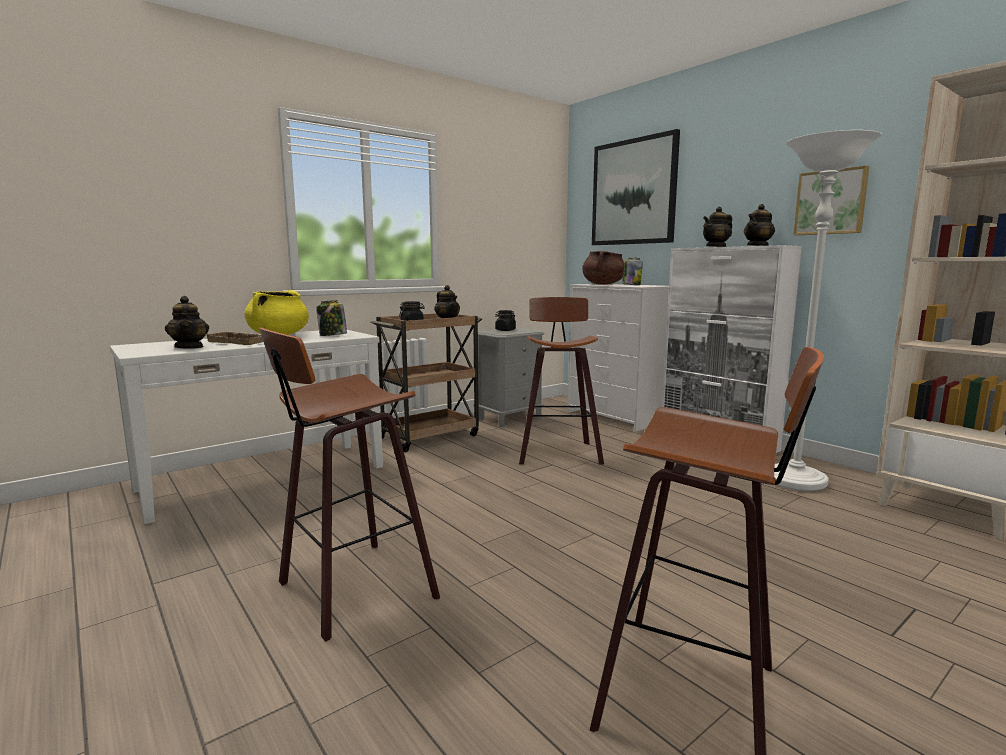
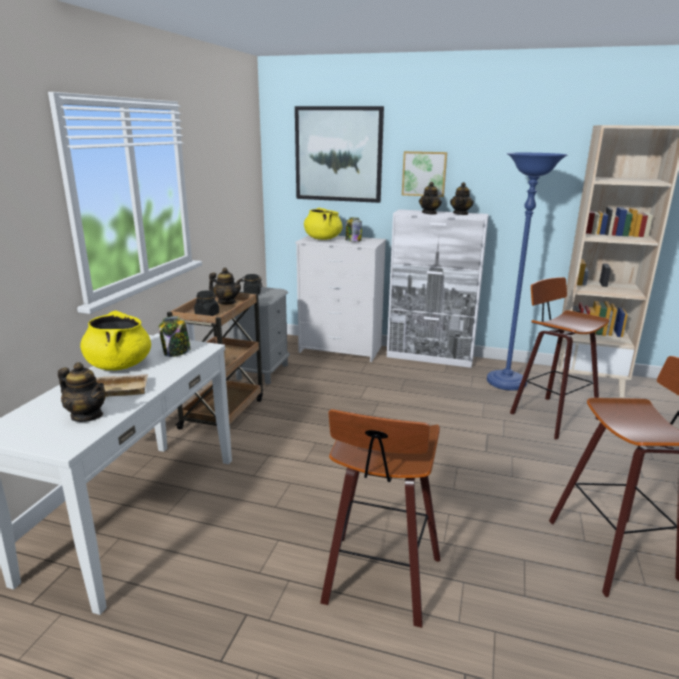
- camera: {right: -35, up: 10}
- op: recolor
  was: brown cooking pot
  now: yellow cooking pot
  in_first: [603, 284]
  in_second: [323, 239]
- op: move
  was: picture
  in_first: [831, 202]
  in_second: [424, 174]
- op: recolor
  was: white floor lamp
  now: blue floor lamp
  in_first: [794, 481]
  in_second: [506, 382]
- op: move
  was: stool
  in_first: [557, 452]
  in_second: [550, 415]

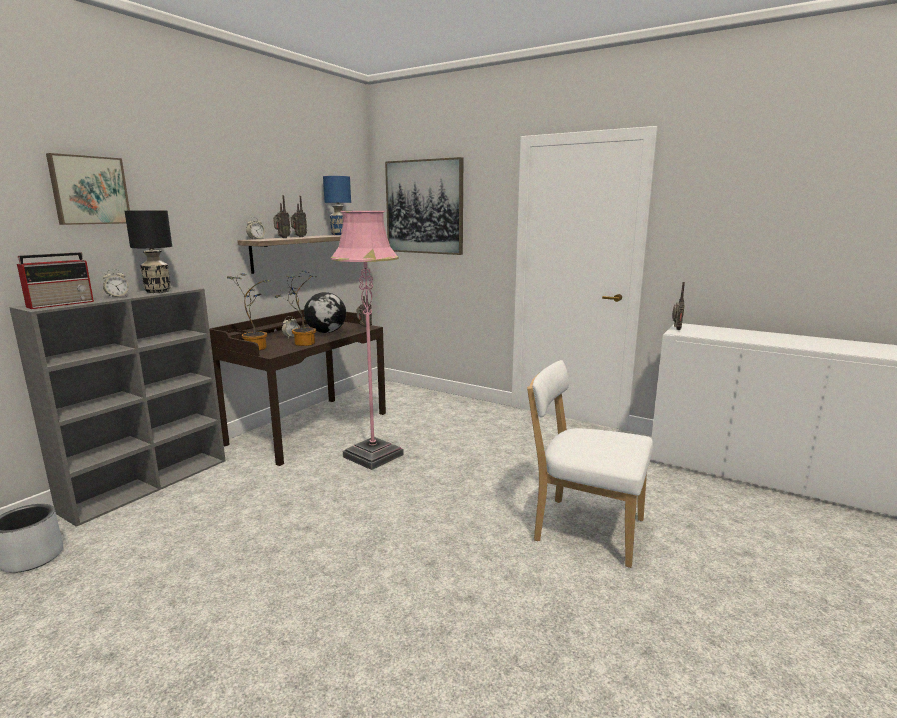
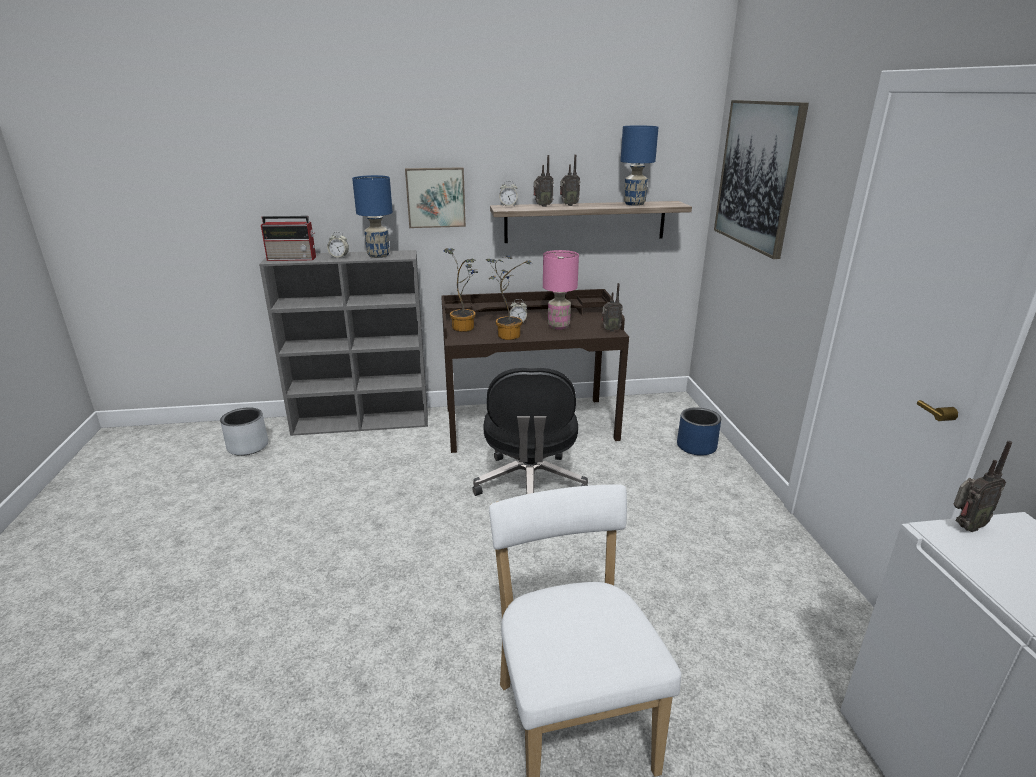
- camera: {right: 50, up: 10}
- op: recolor
  was: black table lamp
  now: blue table lamp
  in_first: [157, 291]
  in_second: [378, 255]
- op: move
  was: picture
  in_first: [89, 190]
  in_second: [435, 197]
- op: replace
  was: pink floor lamp
  now: black office chair
  in_first: [373, 456]
  in_second: [530, 485]
- op: replace
  was: globe
  now: pink table lamp
  in_first: [327, 332]
  in_second: [559, 326]
- op: insert
  now: blue planter
  in_second: [696, 446]

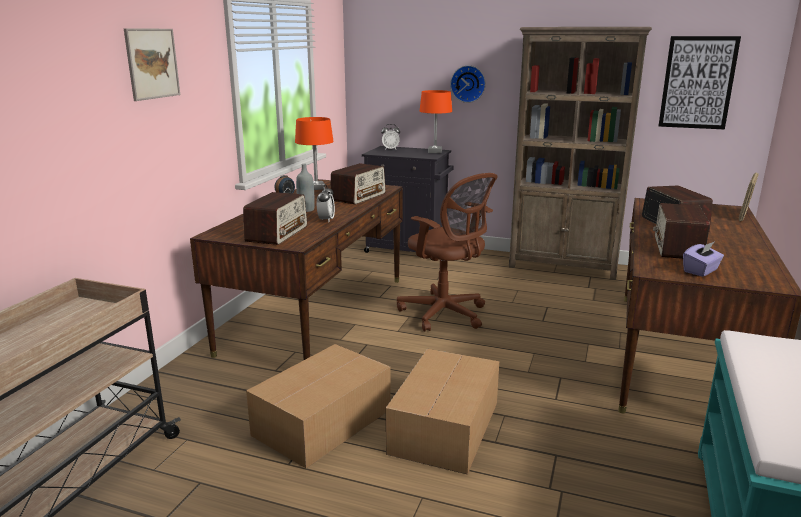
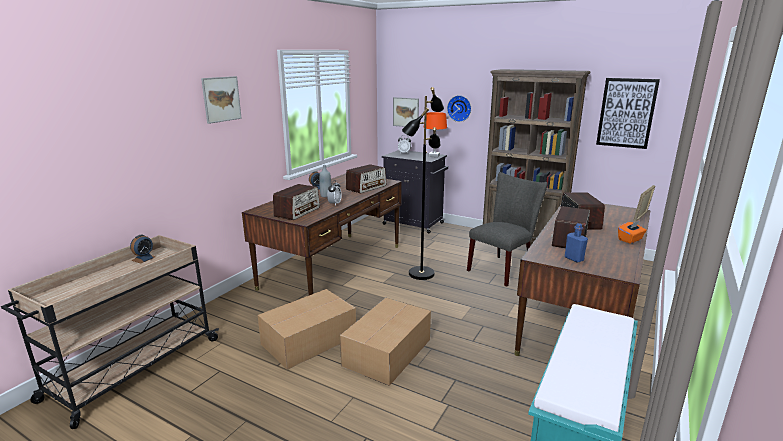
- camera: {right: 10, up: 0}
- op: insert
  now: alarm clock
  in_second: [144, 258]
- op: insert
  now: picture
  in_second: [406, 112]
- op: replace
  was: brown office chair
  now: black floor lamp
  in_first: [445, 314]
  in_second: [421, 273]
- op: insert
  now: grey chair
  in_second: [503, 268]
- op: replace
  was: purple tissue box
  now: blue bottle
  in_first: [701, 271]
  in_second: [574, 259]
- op: insert
  now: orange tissue box
  in_second: [630, 239]
- op: delete
  was: orange table lamp
  in_first: [316, 188]

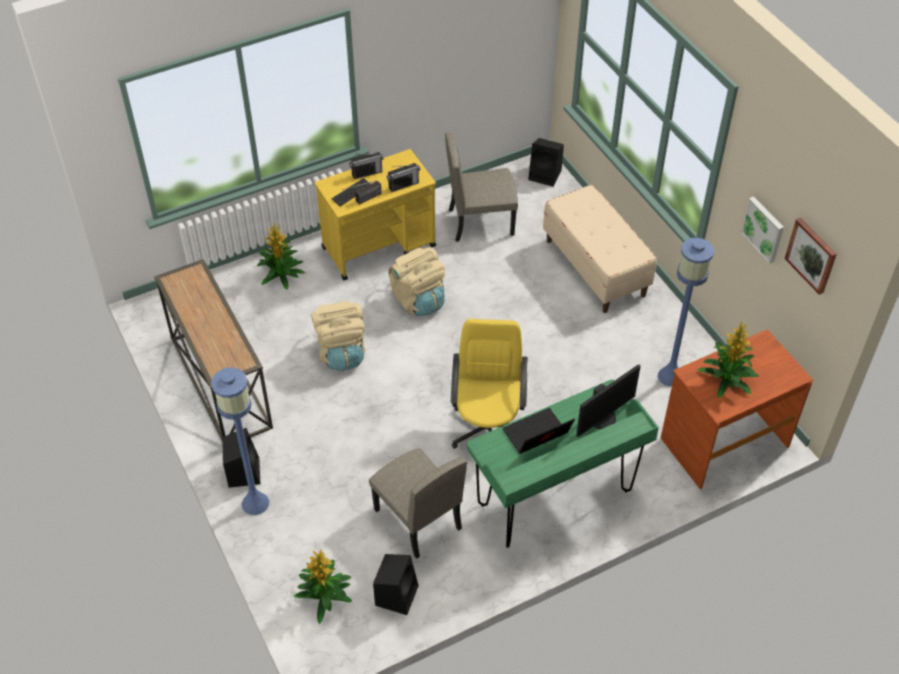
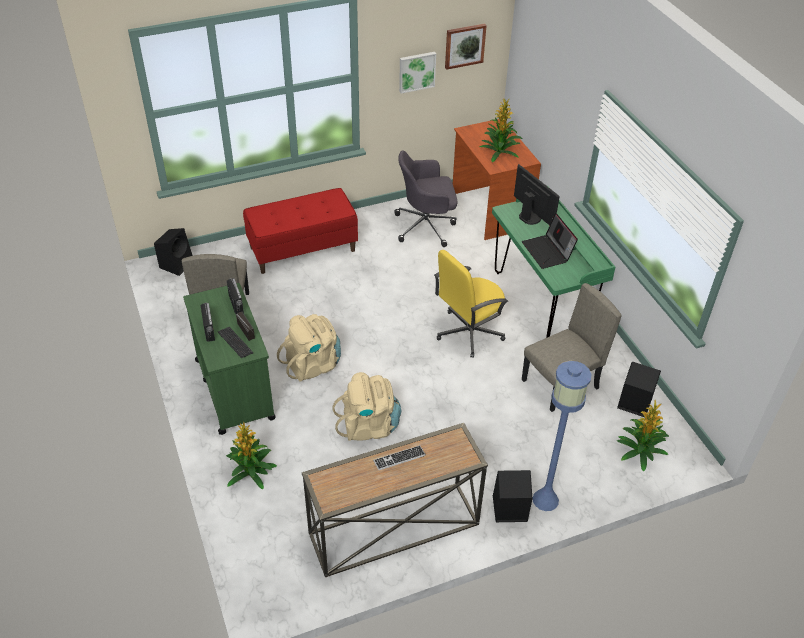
- camera: {right: -85, up: -5}
- op: recolor
  was: yellow cart
  now: green cart
  in_first: [379, 247]
  in_second: [234, 388]
- op: recolor
  was: beige bench
  now: red bench
  in_first: [595, 268]
  in_second: [302, 249]
- op: insert
  now: keyboard
  in_second: [399, 458]
- op: replace
  was: blue floor lamp
  now: grey office chair
  in_first: [670, 376]
  in_second: [426, 226]
- op: rotate
  was: yellow office chair
  in_first: [488, 428]
  in_second: [468, 332]
  clockwise: -45

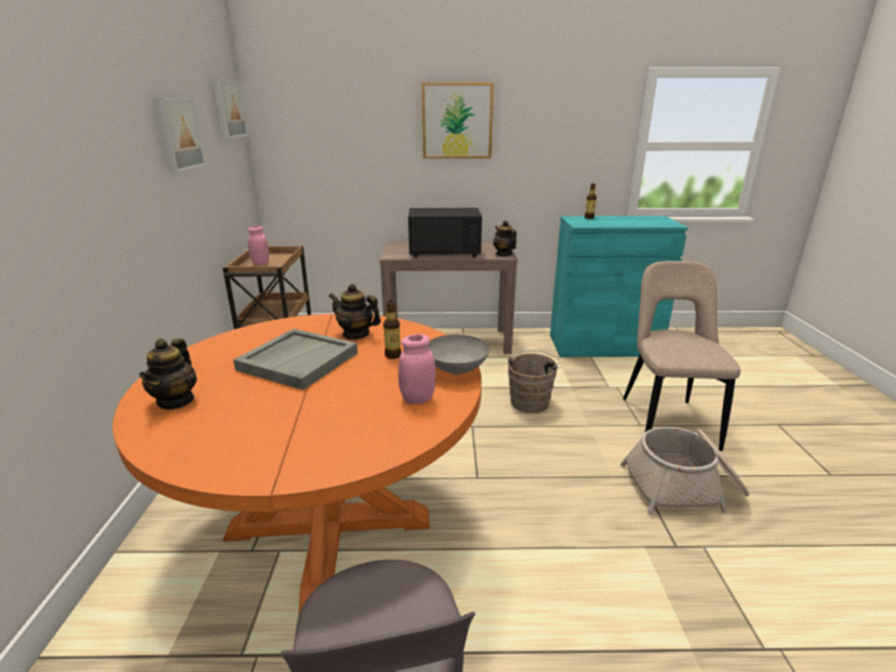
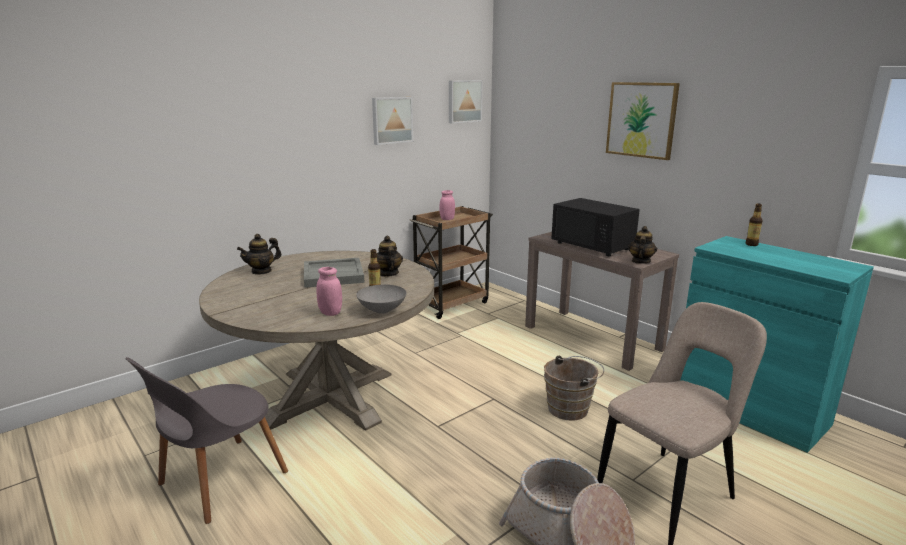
- camera: {right: 50, up: -5}
- op: recolor
  was: orange dining table
  now: beige dining table
  in_first: [329, 525]
  in_second: [330, 397]

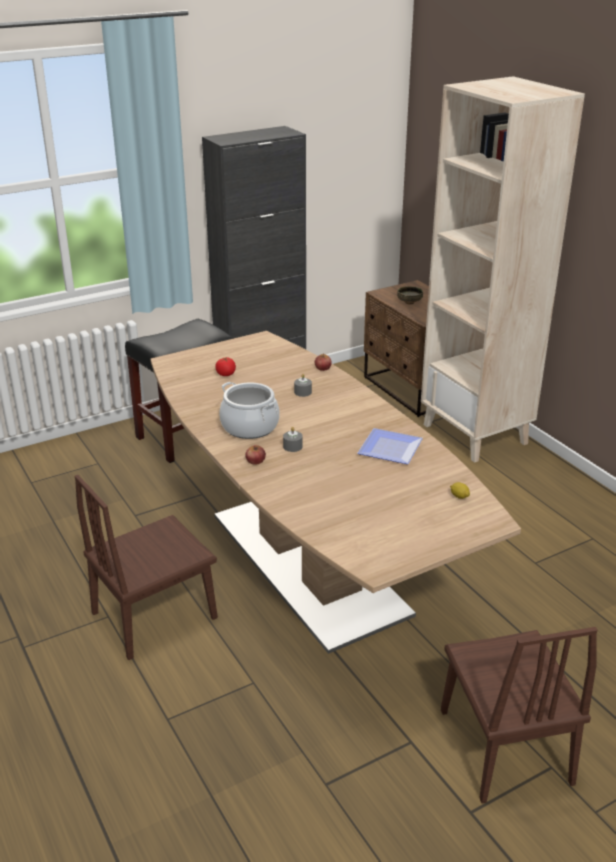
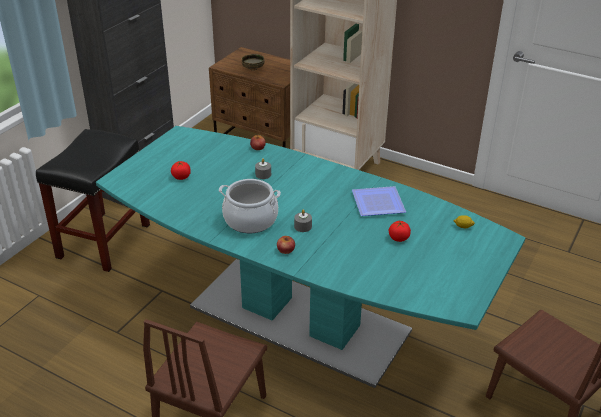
- camera: {right: -30, up: 5}
- op: recolor
  was: brown dining table
  now: turquoise dining table
  in_first: [308, 564]
  in_second: [300, 319]
- op: insert
  now: tomato
  in_second: [399, 238]

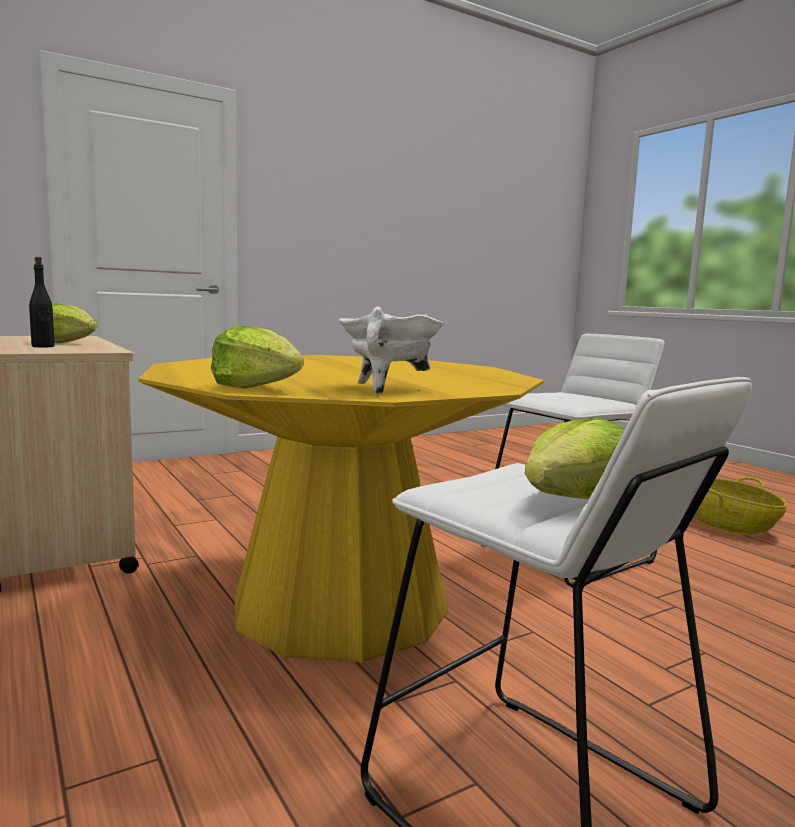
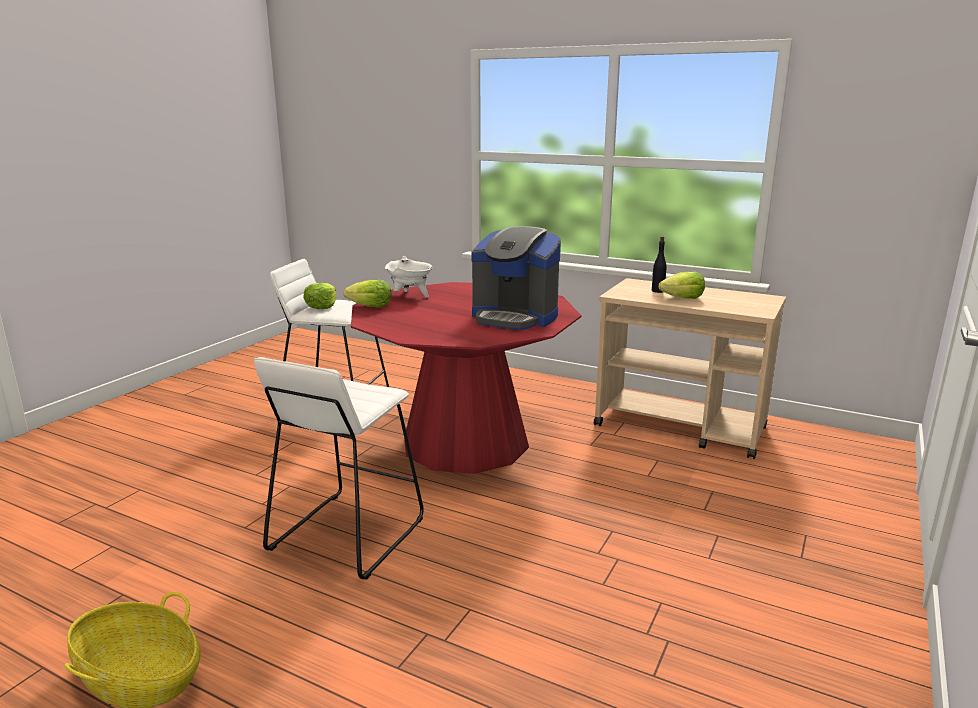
- camera: {right: 150, up: 10}
- op: move
  was: lettuce
  in_first: [256, 387]
  in_second: [370, 306]
- op: recolor
  was: yellow dining table
  now: red dining table
  in_first: [340, 604]
  in_second: [466, 442]
- op: insert
  now: coffee machine
  in_second: [515, 317]

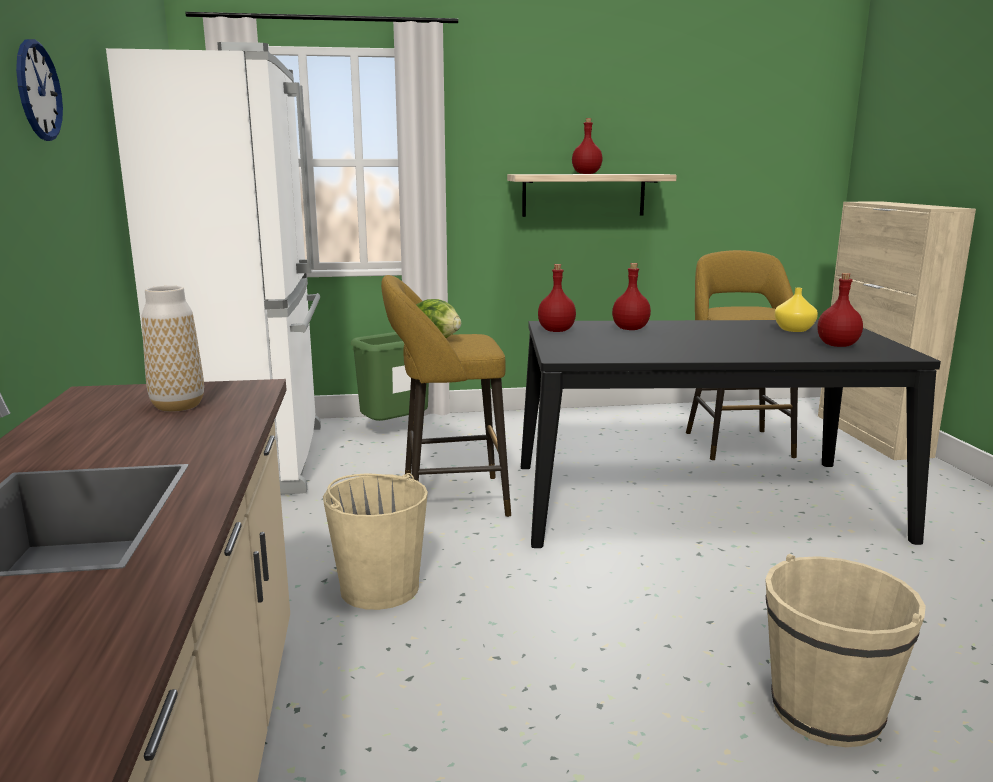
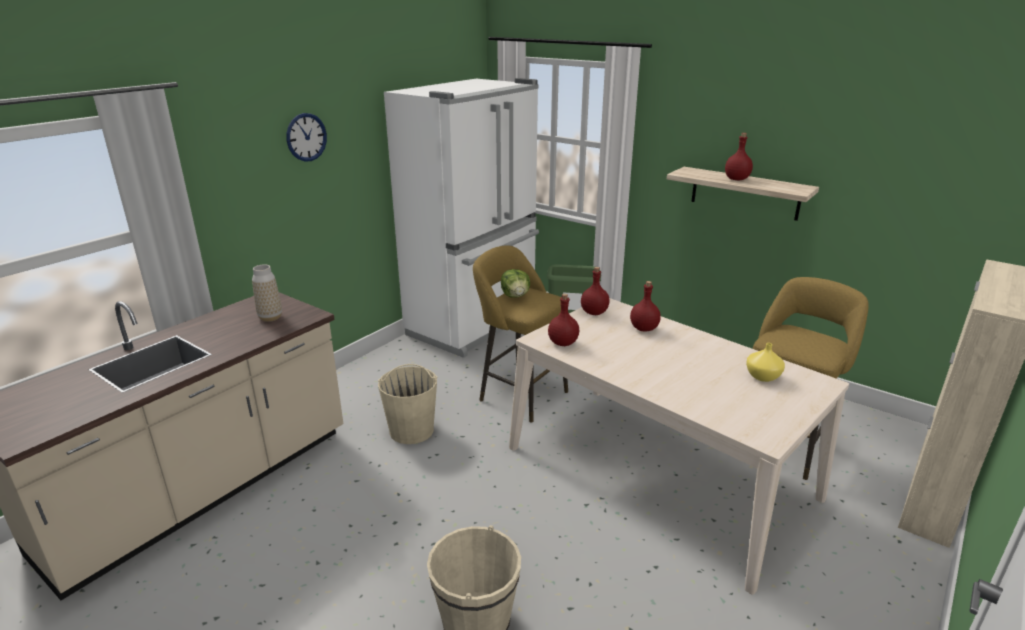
- camera: {right: 45, up: 10}
- op: recolor
  was: black dining table
  now: beige dining table
  in_first: [699, 500]
  in_second: [658, 472]
- op: move
  was: red bottle
  in_first: [836, 345]
  in_second: [562, 343]

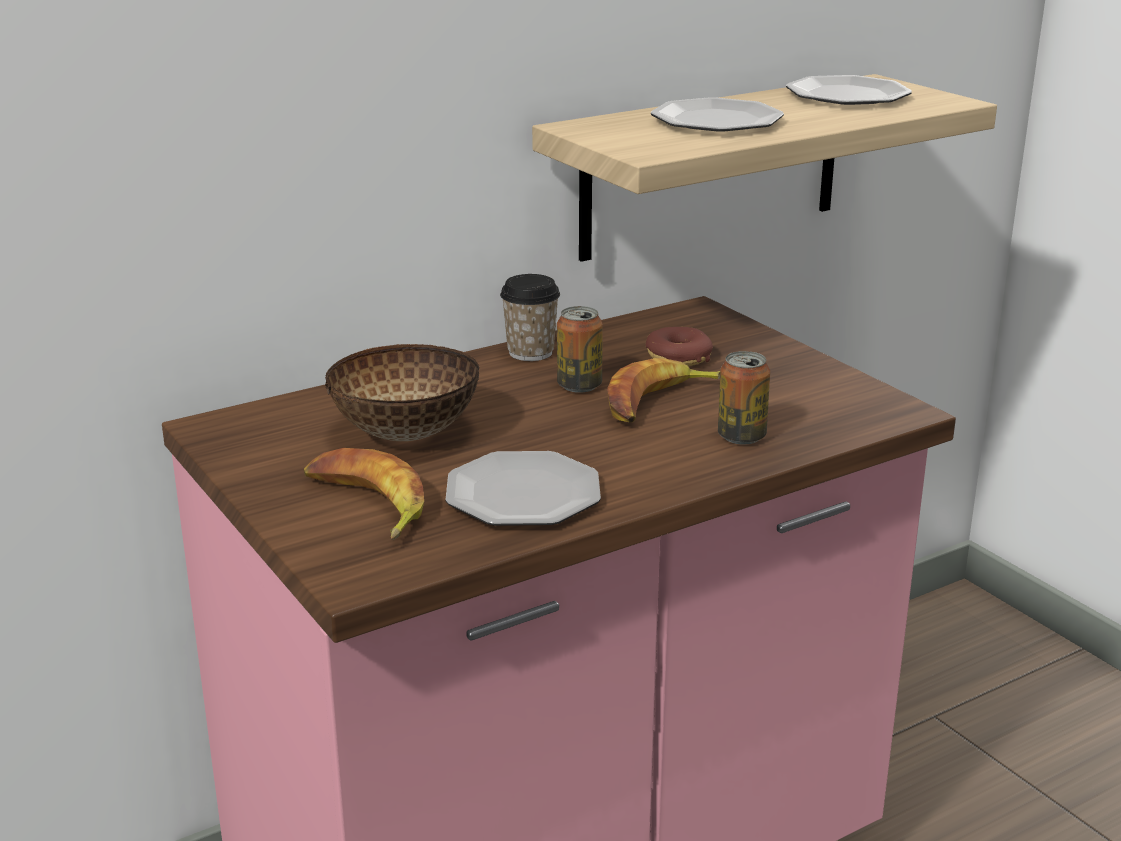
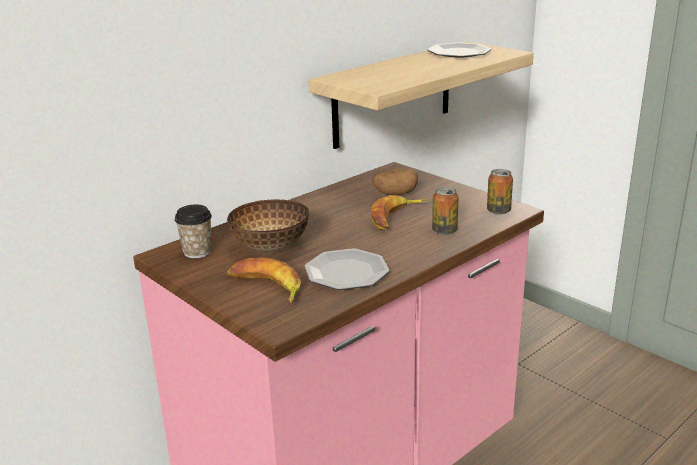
- camera: {right: -10, up: 0}
- op: move
  was: cup
  in_first: [530, 352]
  in_second: [197, 252]
- op: replace
  was: donut
  now: potato
  in_first: [678, 357]
  in_second: [395, 194]
- op: move
  was: can
  in_first: [579, 386]
  in_second: [498, 211]
- op: delete
  was: plate
  in_first: [715, 121]

